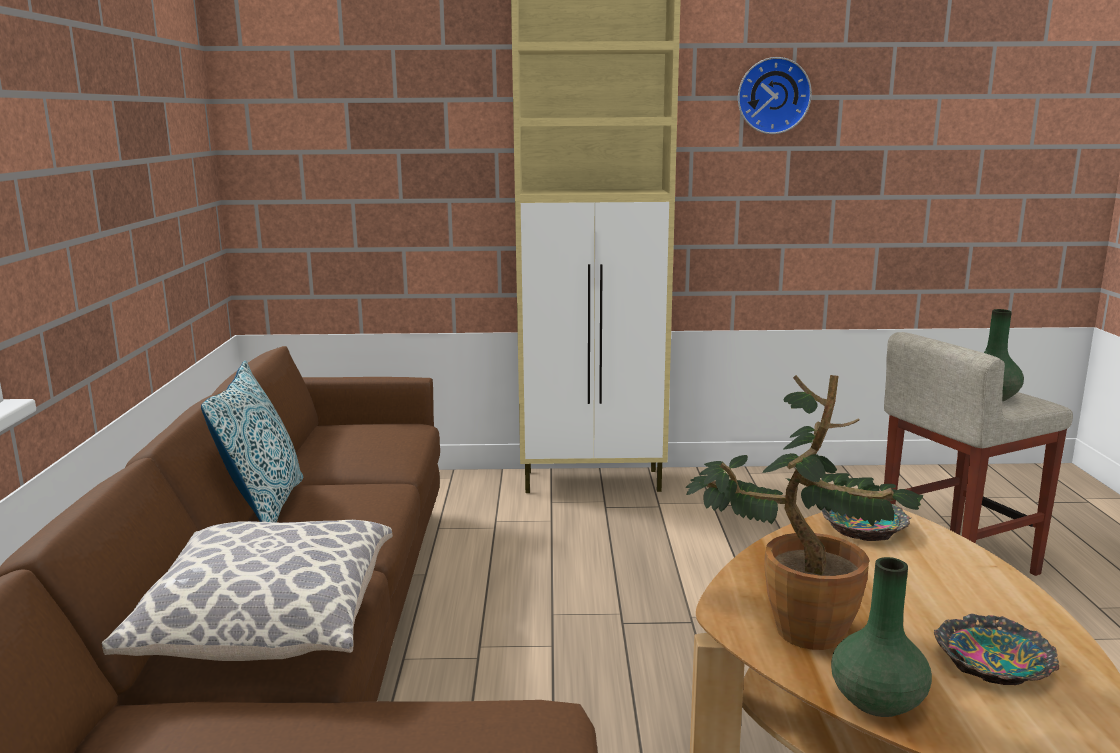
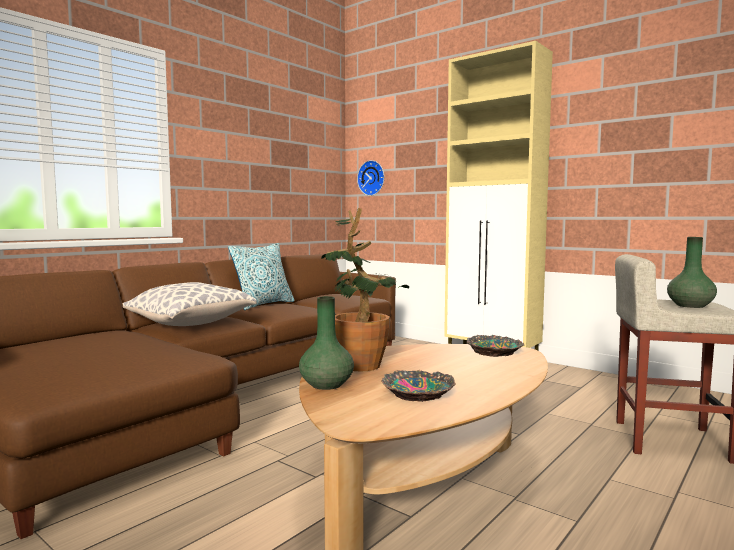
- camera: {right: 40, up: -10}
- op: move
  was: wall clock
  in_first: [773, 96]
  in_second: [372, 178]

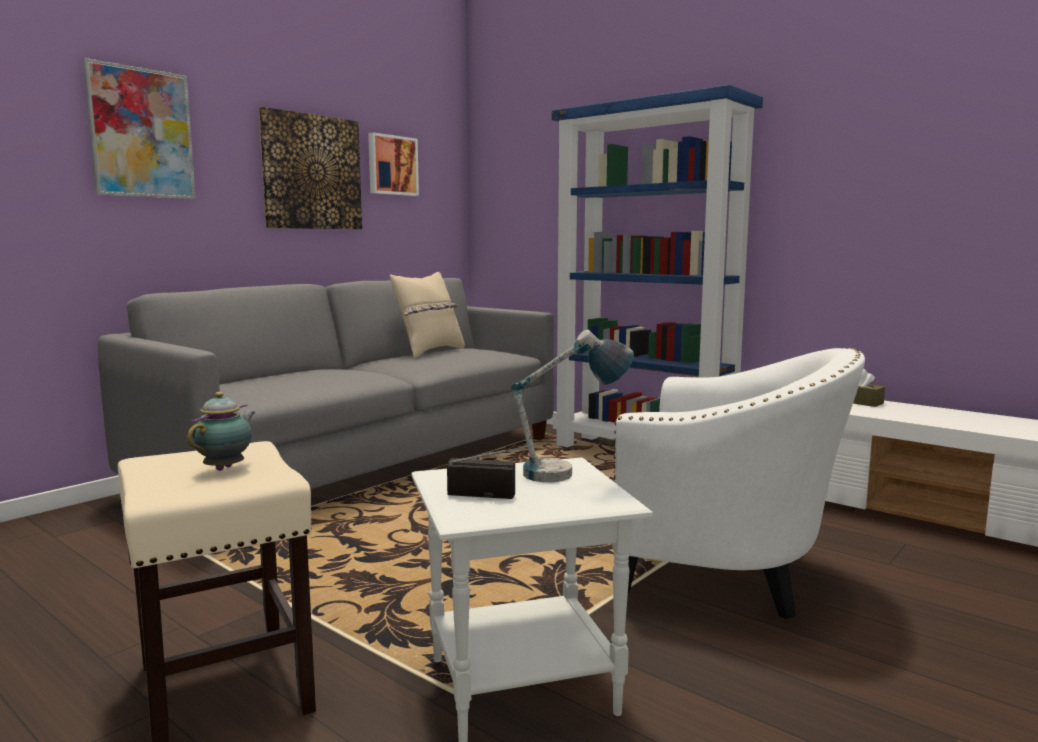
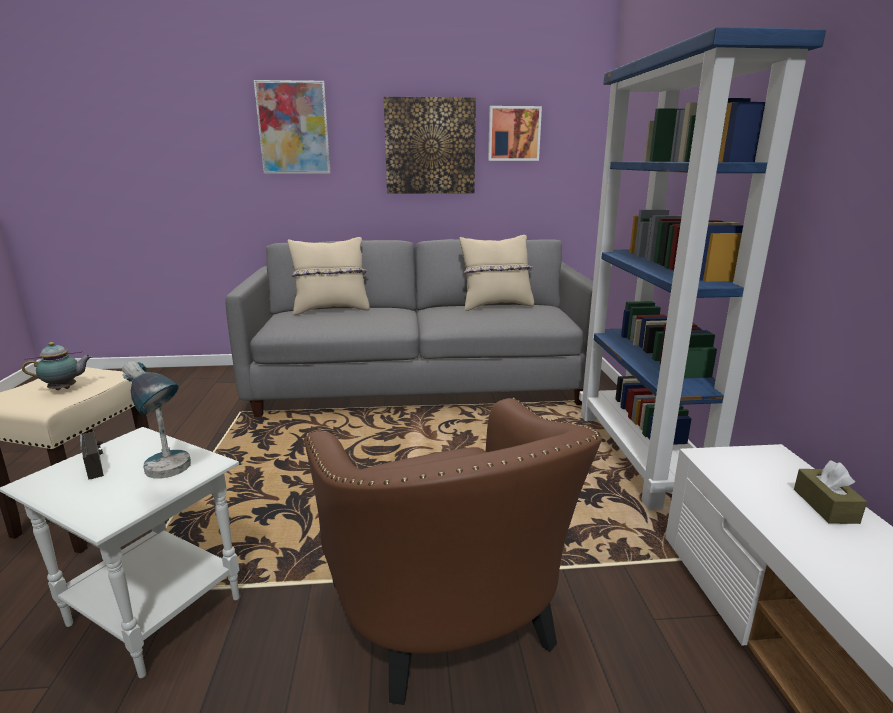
- camera: {right: 45, up: 10}
- op: insert
  now: beige pillow
  in_second: [331, 309]
- op: recolor
  was: white armchair
  now: brown armchair
  in_first: [728, 572]
  in_second: [450, 619]

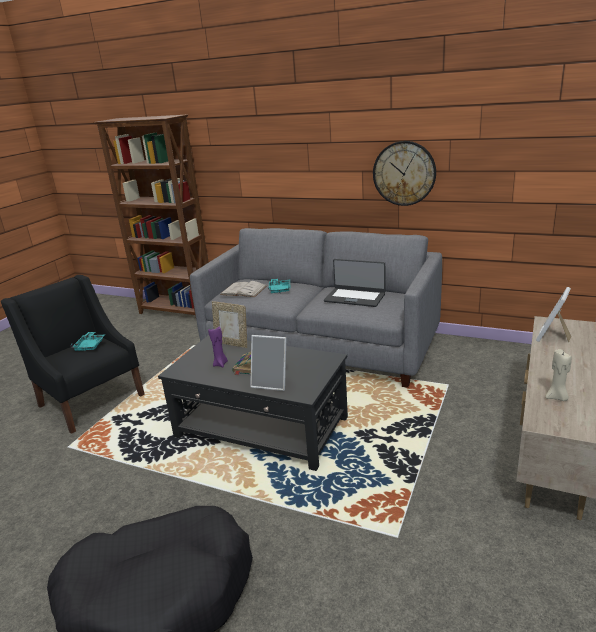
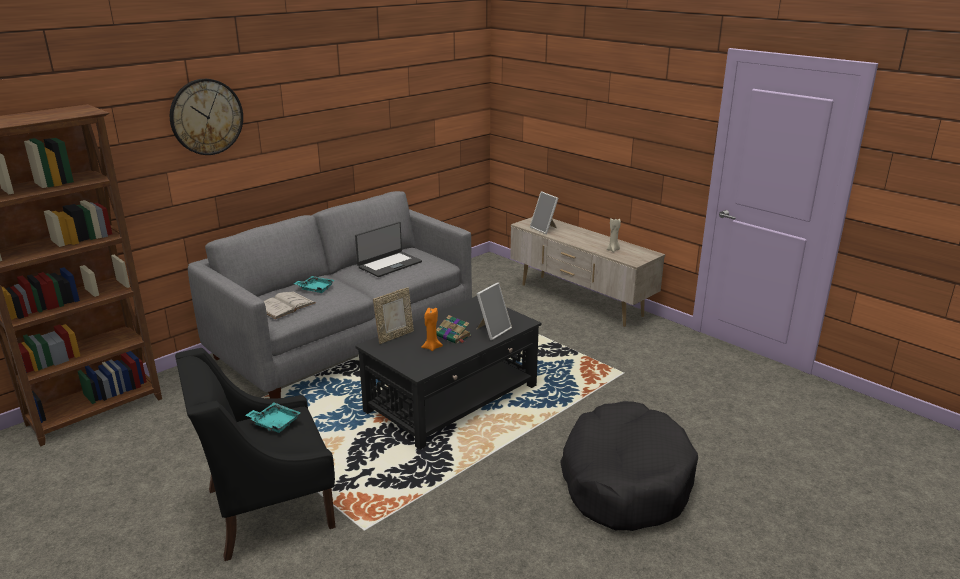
- camera: {right: -70, up: 0}
- op: move
  was: wall clock
  in_first: [404, 173]
  in_second: [206, 117]
- op: recolor
  was: purple candle
  now: orange candle
  in_first: [220, 364]
  in_second: [431, 347]

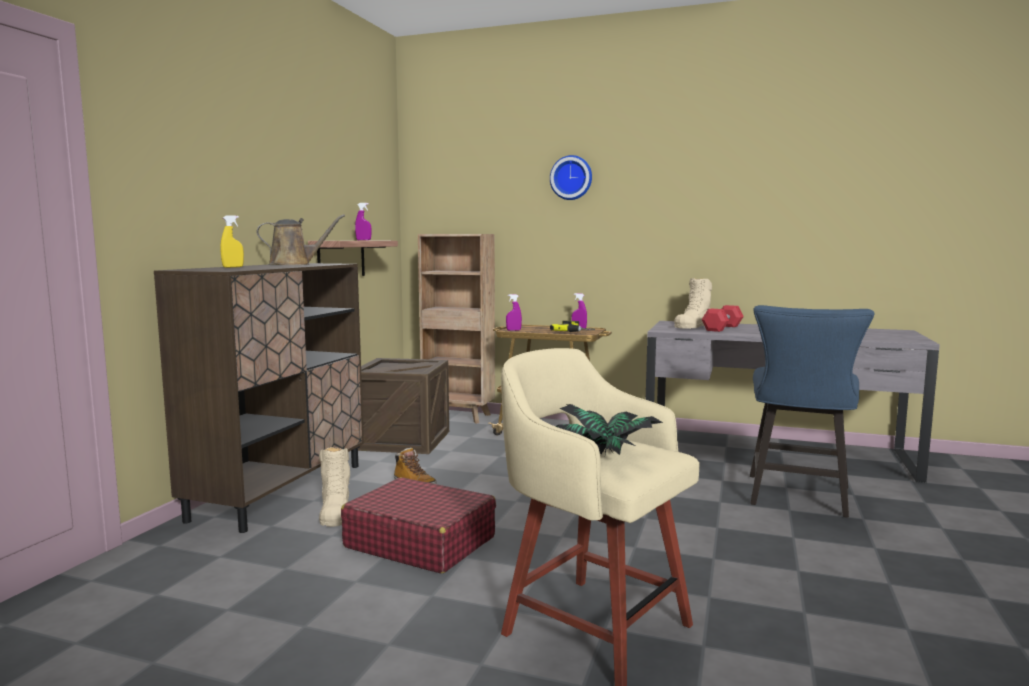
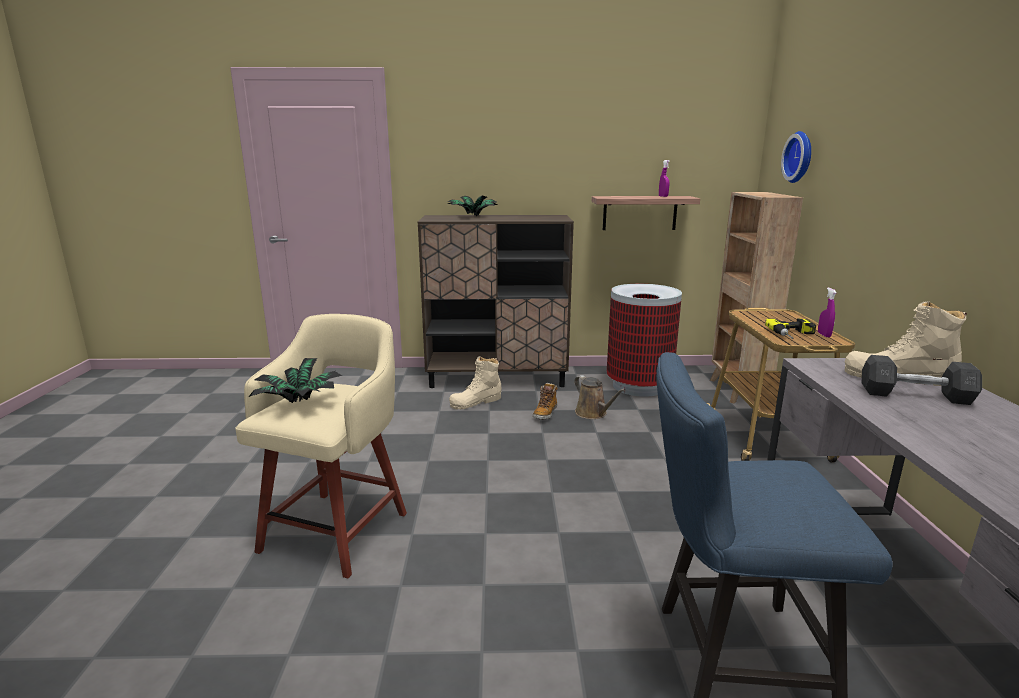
- camera: {right: 70, up: 10}
- op: replace
  was: yellow spray bottle
  now: potted plant
  in_first: [233, 267]
  in_second: [472, 216]
- op: move
  was: brown watering can
  in_first: [294, 264]
  in_second: [593, 413]
- op: replace
  was: crate
  now: trash can
  in_first: [402, 440]
  in_second: [639, 386]
- op: move
  was: wall clock
  in_first: [571, 178]
  in_second: [800, 157]
- op: recolor
  was: red dumbbell
  now: grey dumbbell
  in_first: [722, 328]
  in_second: [915, 395]
- op: delete
  was: red suitcase
  in_first: [420, 542]
- op: delete
  was: purple spray bottle
  in_first: [513, 330]

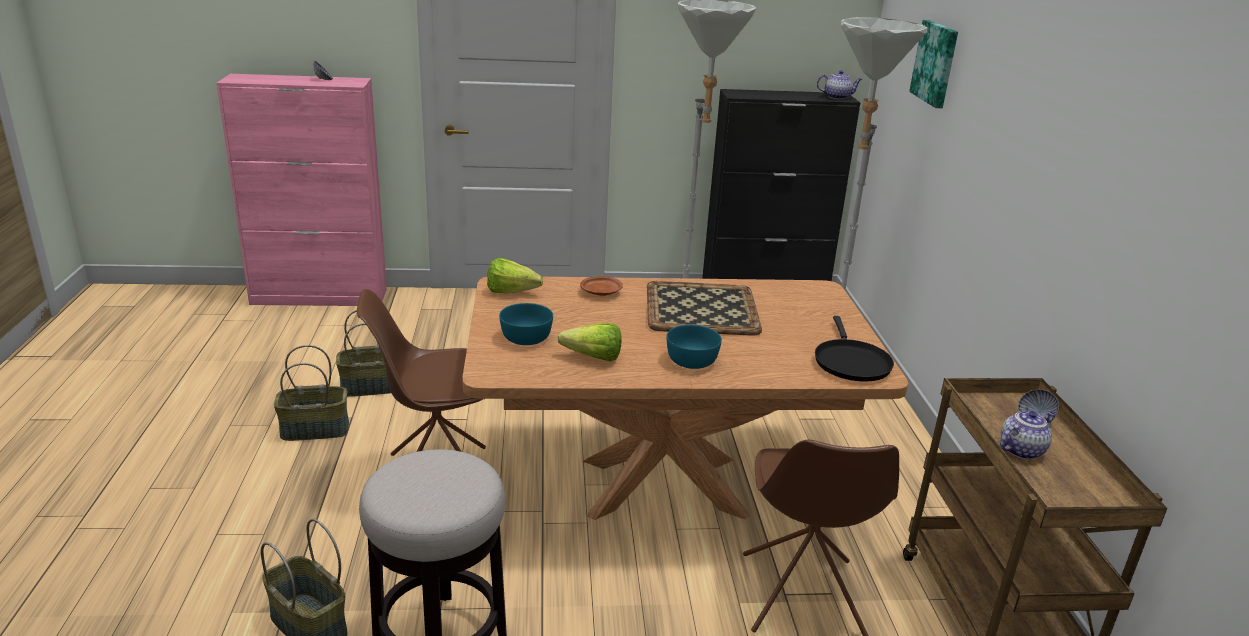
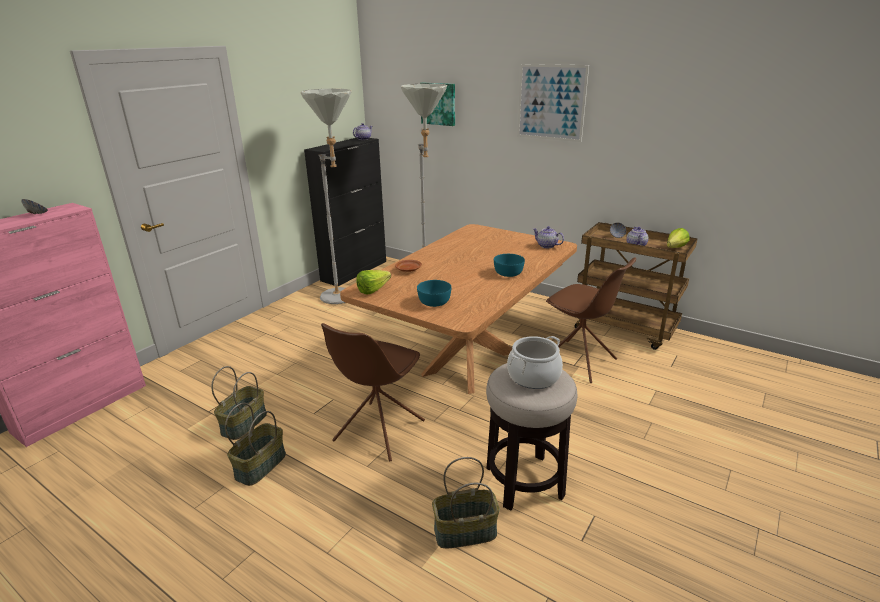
- camera: {right: -50, up: 0}
- op: insert
  now: cooking pot
  in_second: [534, 376]
- op: insert
  now: picture
  in_second: [551, 102]
- op: replace
  was: black frying pan
  now: teapot
  in_first: [850, 362]
  in_second: [546, 246]
- op: move
  was: lettuce
  in_first: [588, 357]
  in_second: [673, 249]
- op: delete
  was: tray
  in_first: [702, 308]

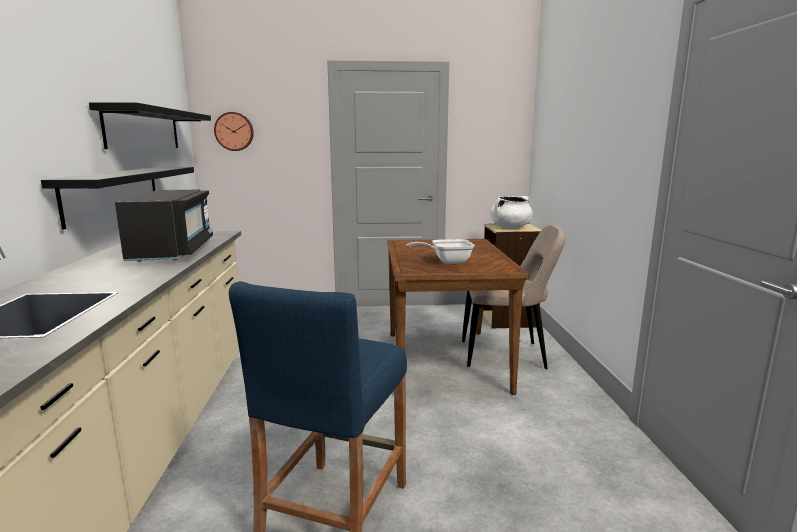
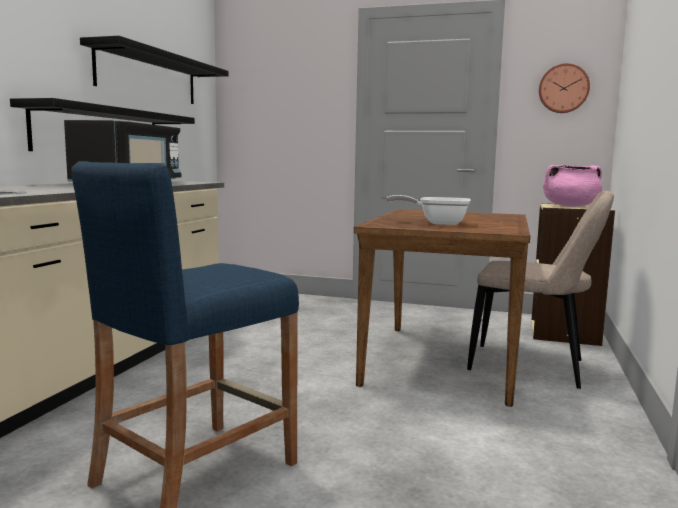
- camera: {right: 20, up: -5}
- op: move
  was: wall clock
  in_first: [234, 131]
  in_second: [563, 88]
- op: recolor
  was: white cooking pot
  now: pink cooking pot
  in_first: [510, 227]
  in_second: [570, 206]

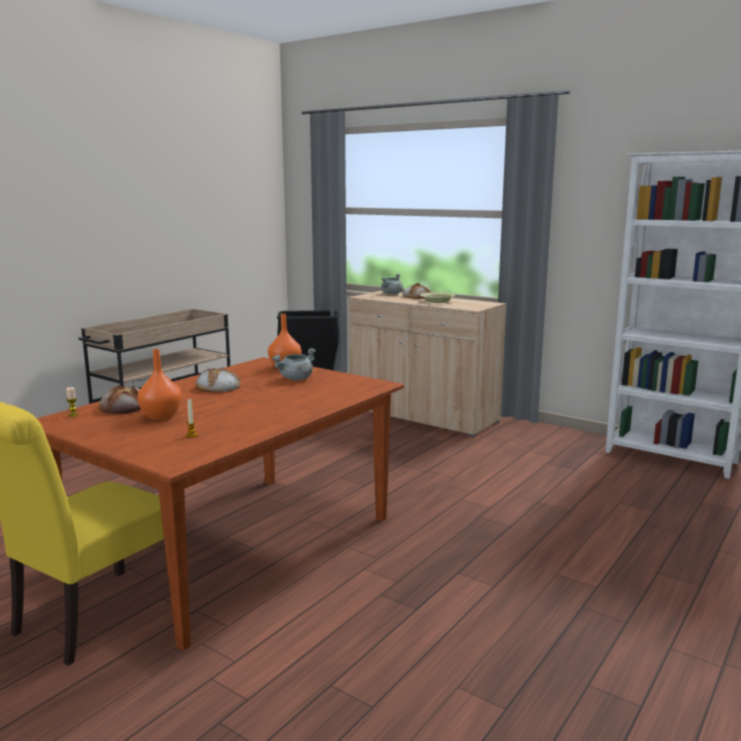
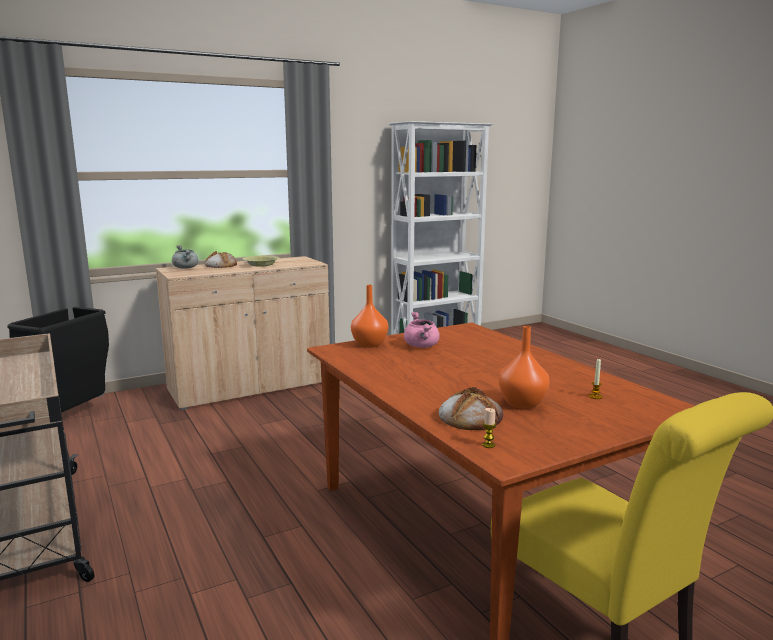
- camera: {right: -65, up: 0}
- op: recolor
  was: grey cooking pot
  now: pink cooking pot
  in_first: [295, 379]
  in_second: [422, 346]
- op: delete
  was: bread
  in_first: [218, 387]

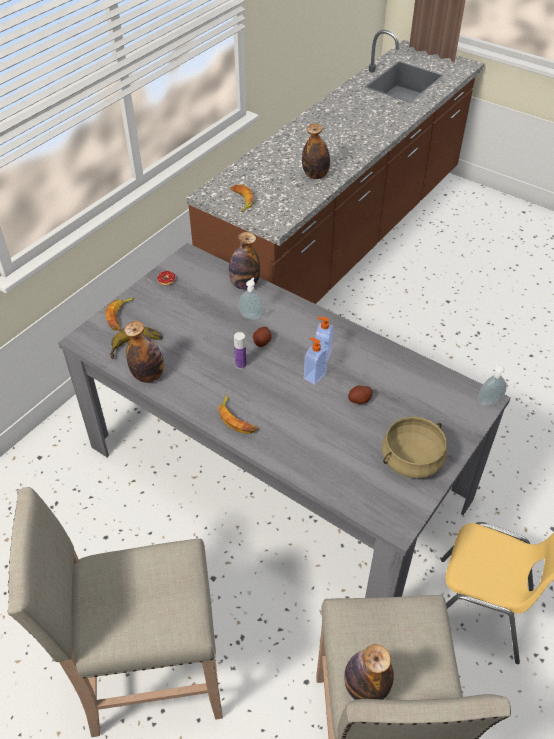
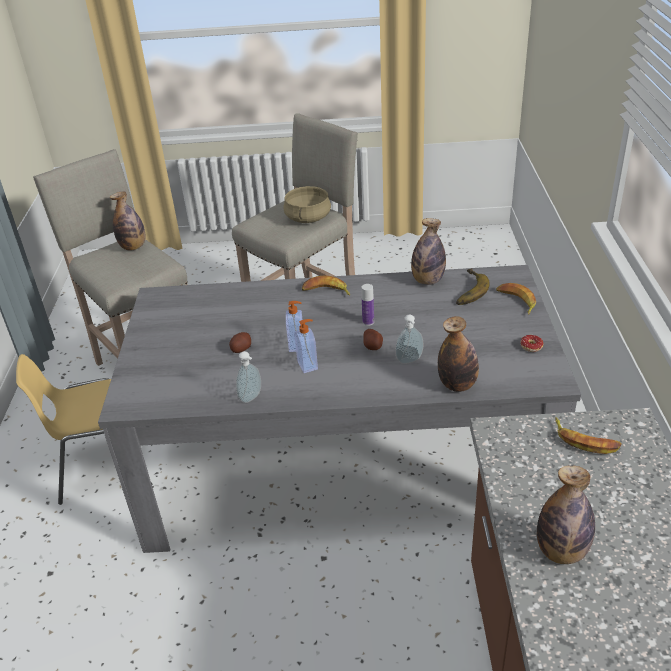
- camera: {right: 145, up: -10}
- op: move
  was: soap dispenser
  in_first: [488, 401]
  in_second: [252, 398]
- op: move
  was: beige cooking pot
  in_first: [411, 459]
  in_second: [308, 218]

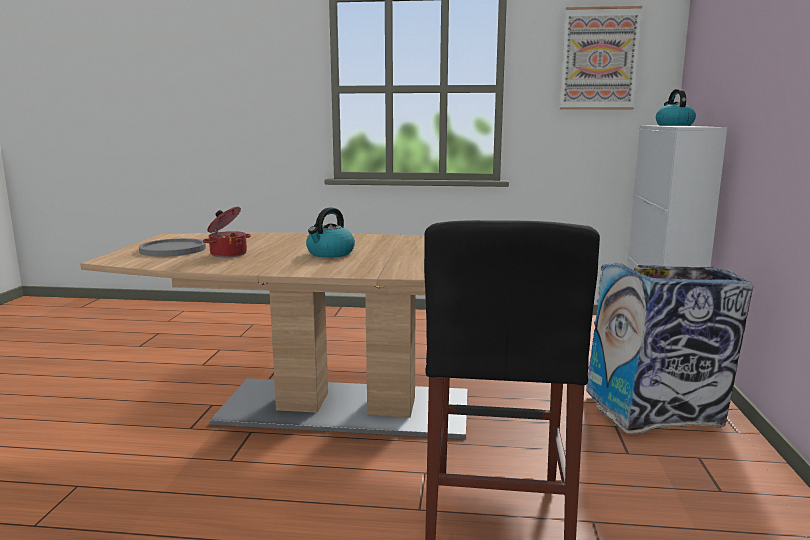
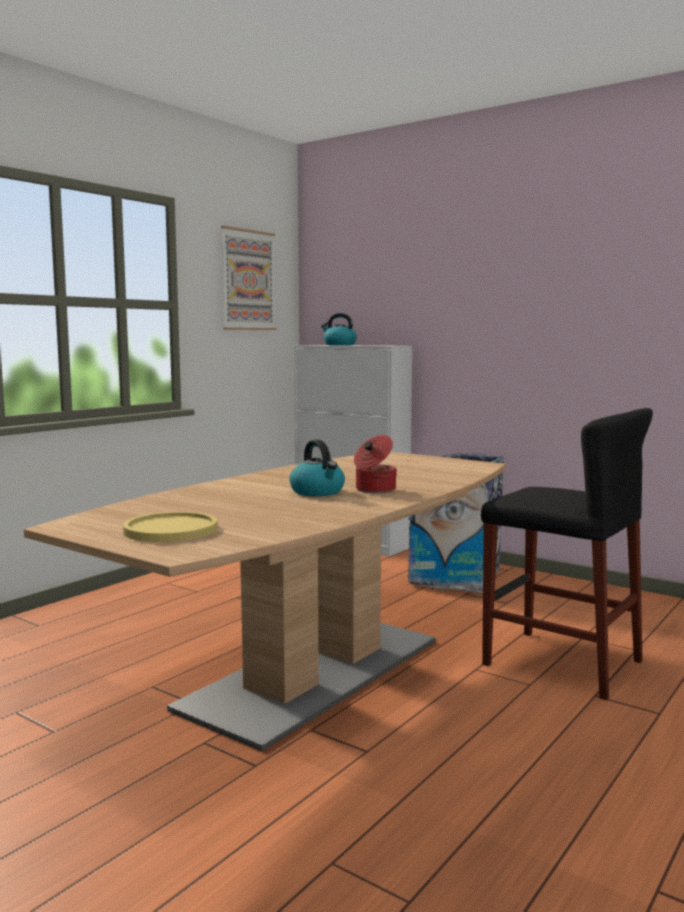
- camera: {right: -60, up: -5}
- op: recolor
  was: grey plate
  now: yellow plate
  in_first: [173, 249]
  in_second: [170, 530]
- op: move
  was: cooking pot
  in_first: [228, 254]
  in_second: [374, 490]

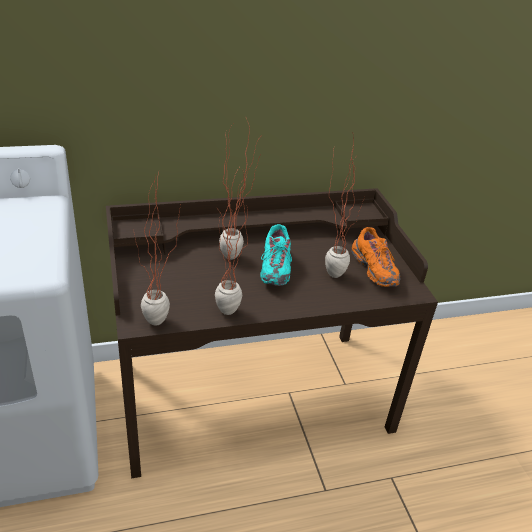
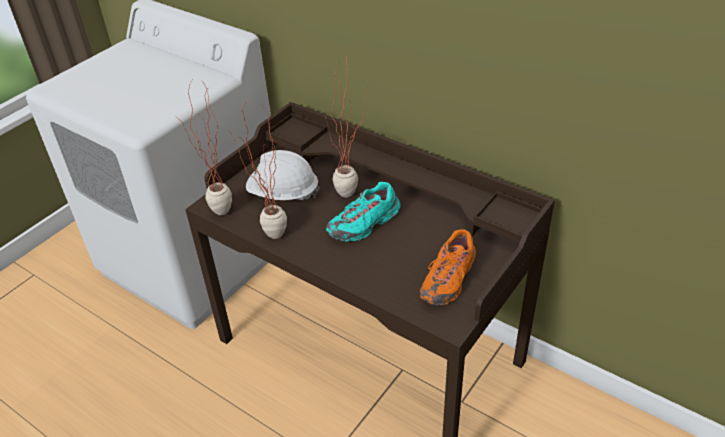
- camera: {right: 55, up: 5}
- op: insert
  now: white hard hat
  in_second: [283, 194]
- op: delete
  was: potted plant
  in_first: [332, 270]

